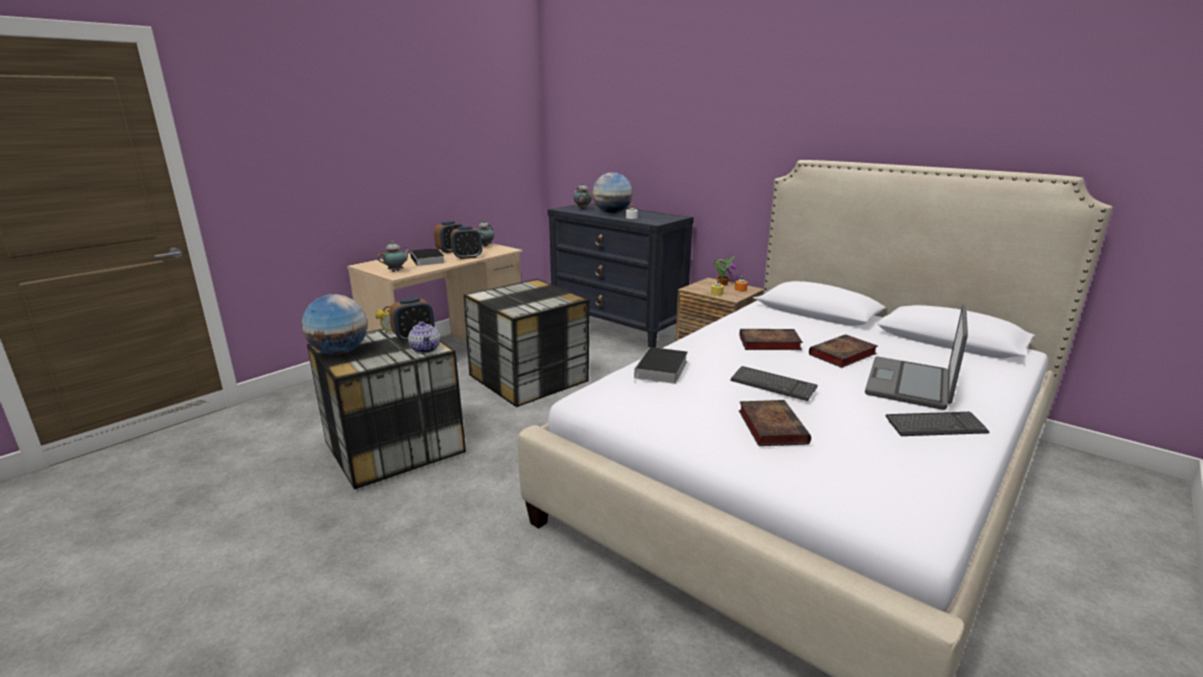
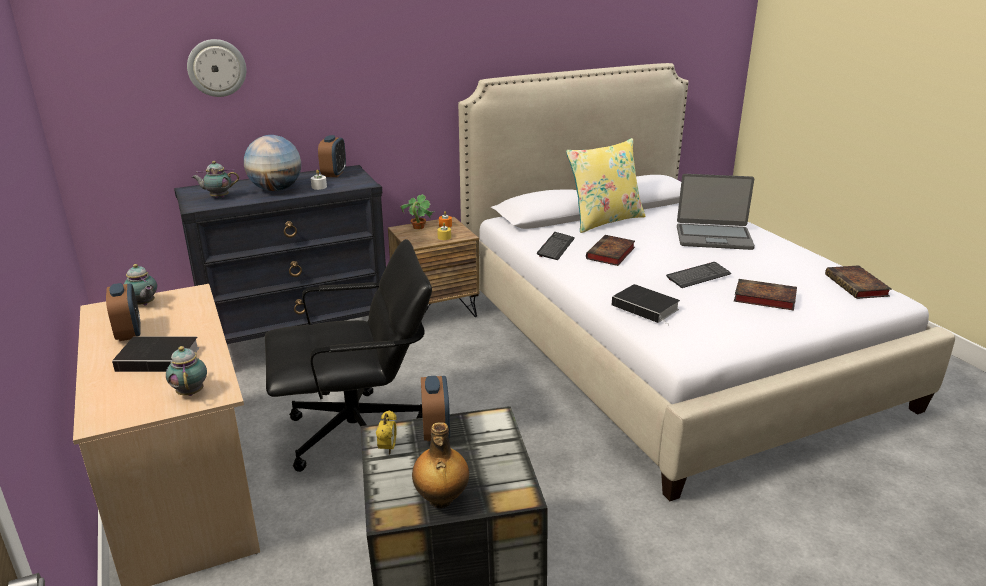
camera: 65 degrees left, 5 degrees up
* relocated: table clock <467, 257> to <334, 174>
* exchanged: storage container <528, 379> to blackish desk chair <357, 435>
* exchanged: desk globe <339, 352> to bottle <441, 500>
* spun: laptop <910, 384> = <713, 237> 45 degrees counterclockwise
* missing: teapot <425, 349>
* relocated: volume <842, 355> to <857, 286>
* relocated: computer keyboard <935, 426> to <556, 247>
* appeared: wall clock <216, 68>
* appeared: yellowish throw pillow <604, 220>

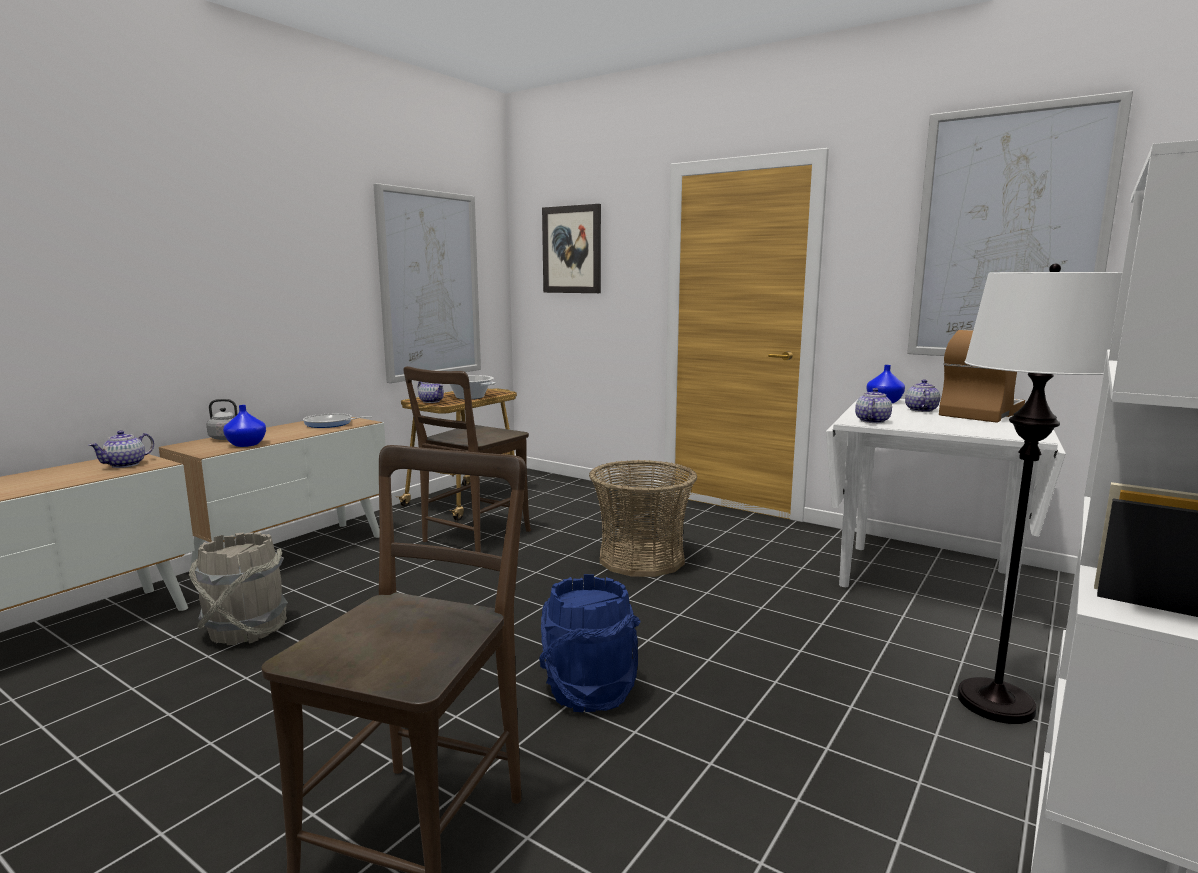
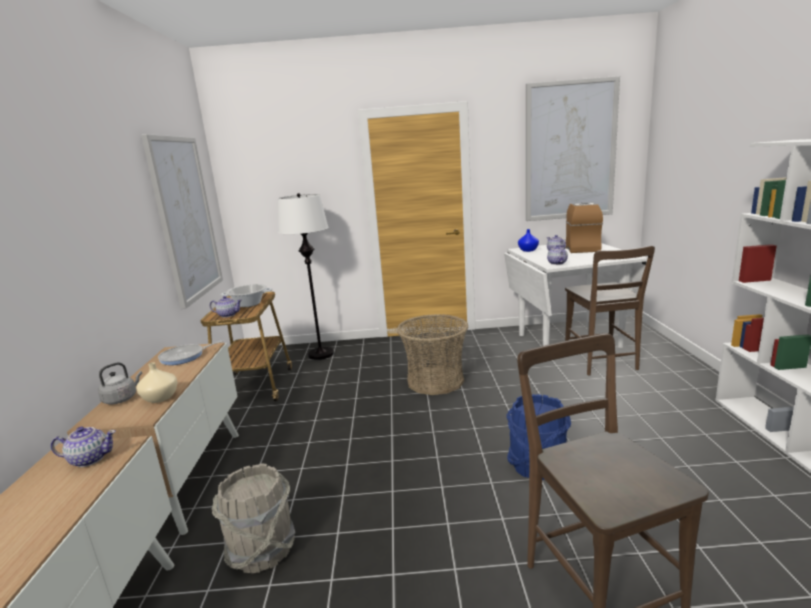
camera: 35 degrees left, 5 degrees up
* missing: wall picture <572, 250>
* relocated: whitish standing lamp <995, 703> to <321, 354>
* relocated: brown upright chair <472, 538> to <601, 362>
* colour: blue-coloured vase <247, 444> to beige-coloured vase <161, 398>
* spun: teapot <126, 464> = <89, 459> 90 degrees counterclockwise

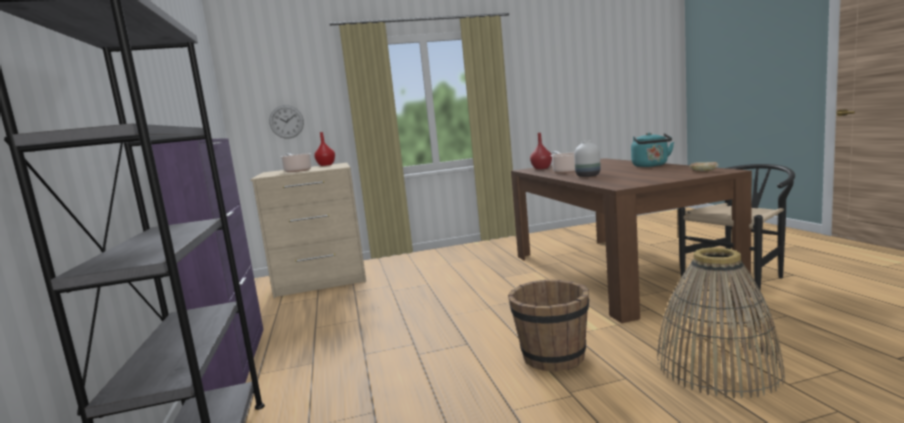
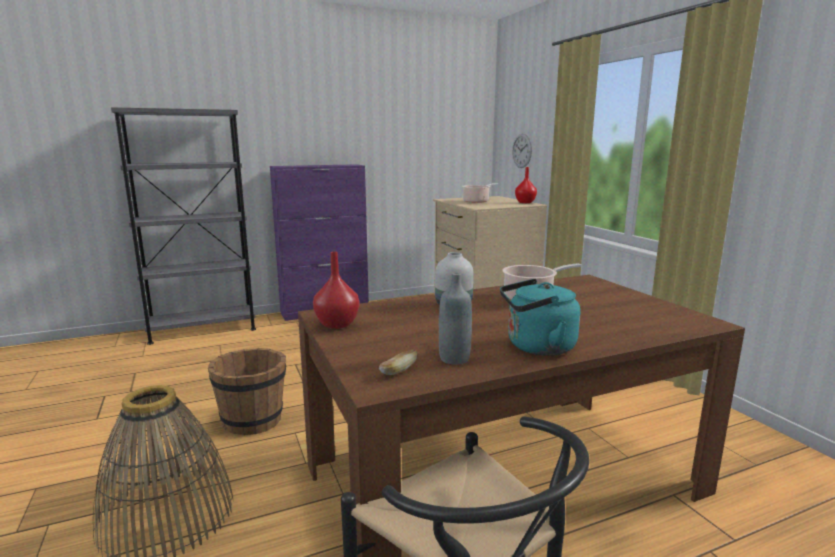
camera: 80 degrees right, 5 degrees up
* relocated: red vase <541, 168> to <338, 324>
* appeared: gray bottle <454, 358>

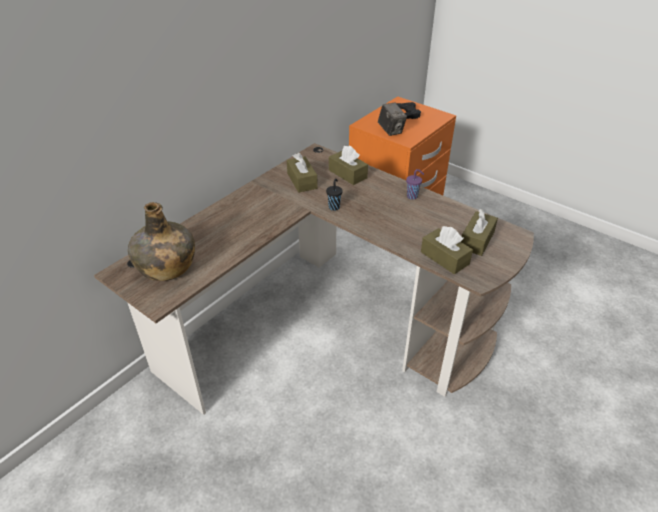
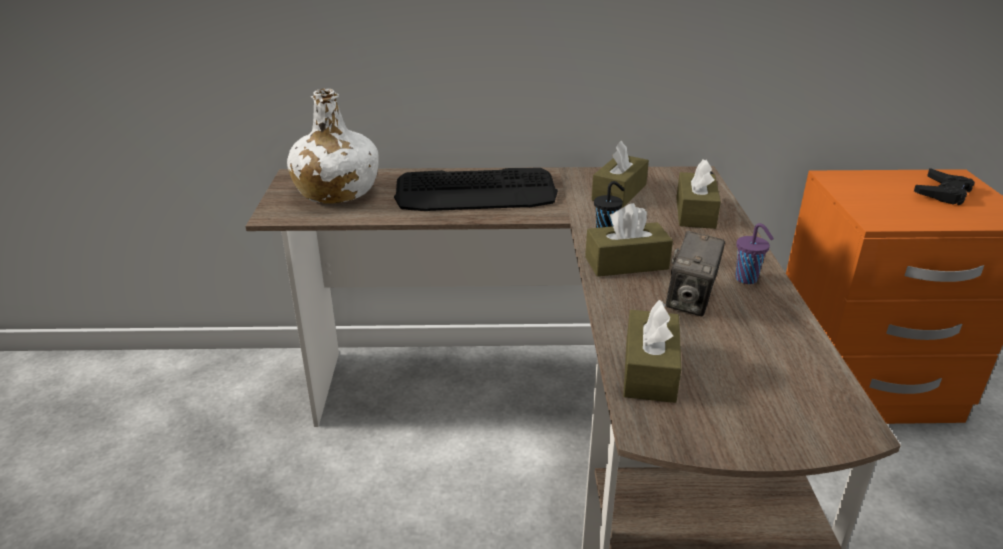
camera: 50 degrees right, 10 degrees down
* relocated: still camera <391, 131> to <690, 301>
* colour: green bottle <166, 266> to whitish bottle <336, 192>
* relocated: brown tissue holder <477, 240> to <626, 263>
* appeared: computer keyboard <476, 192>

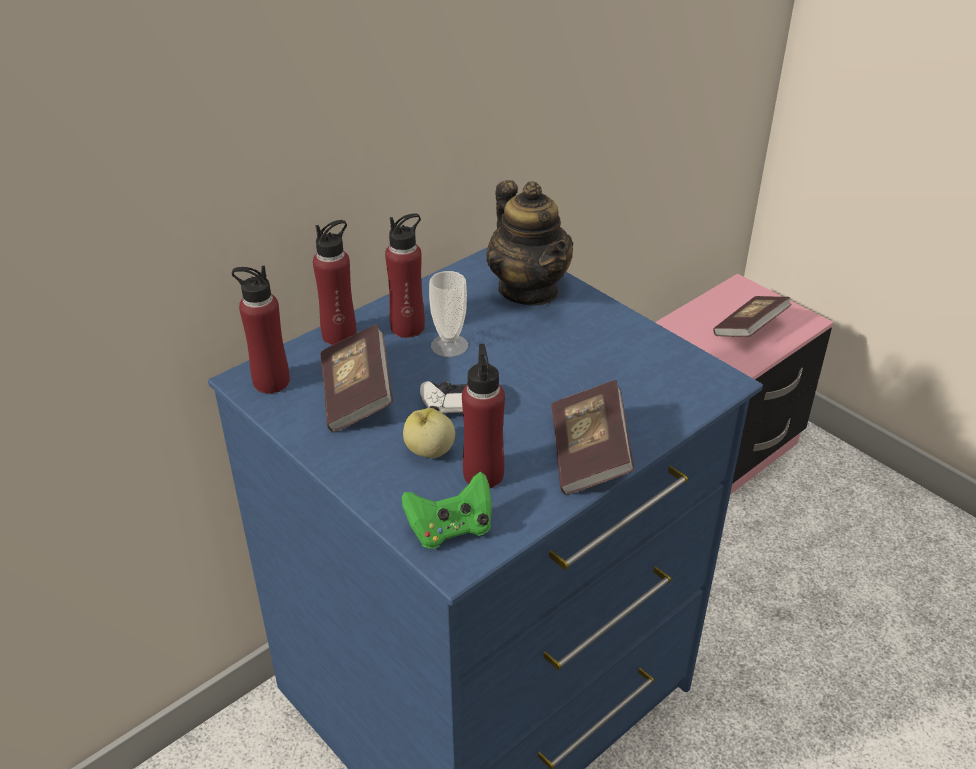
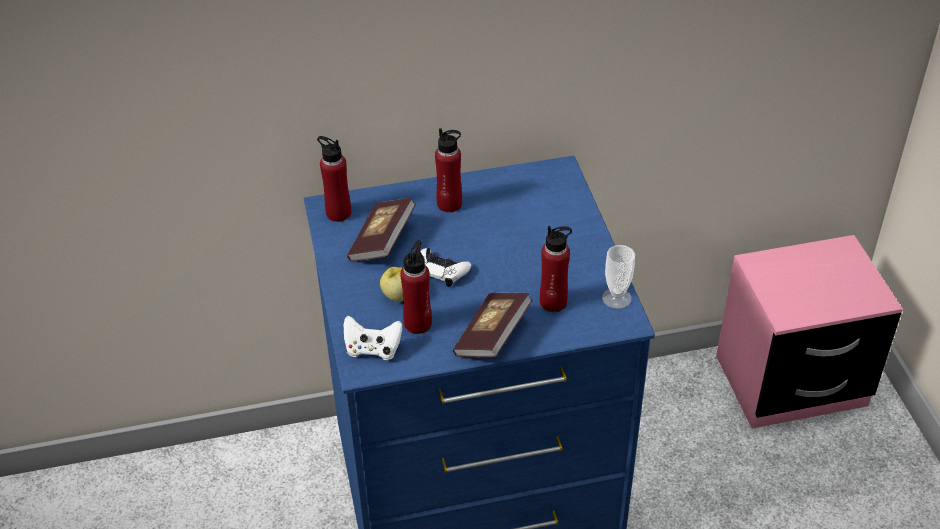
camera: 30 degrees right, 5 degrees up
* missing: teapot <529, 290>
* relocated: red bottle <339, 335> to <553, 302>
* relocated: cup <449, 345> to <616, 298>
* missing: volume <749, 329>
* colour: green game controller <450, 529> to whitish game controller <373, 349>

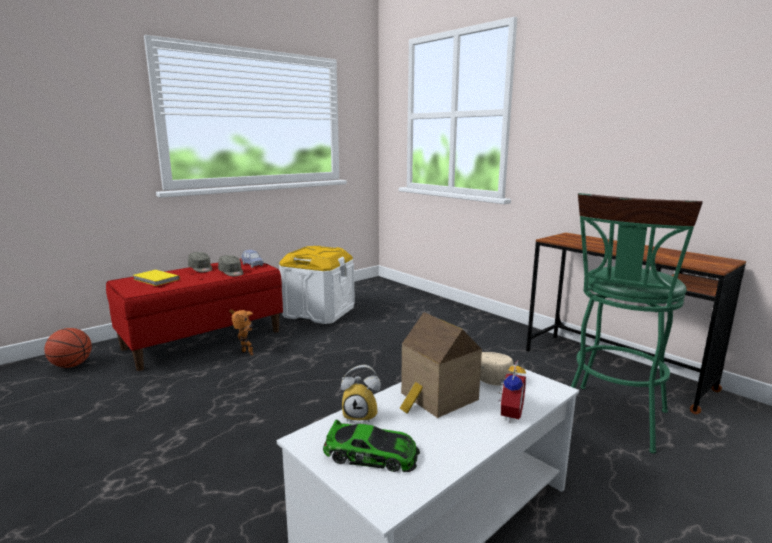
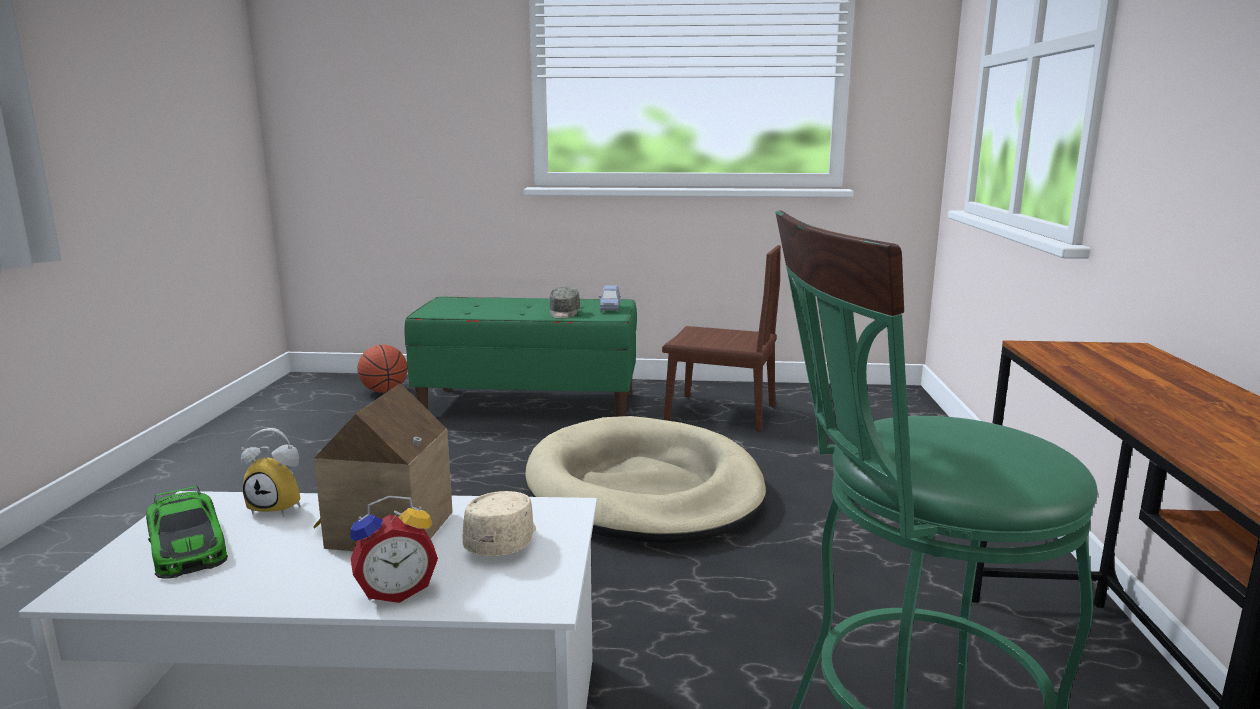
camera: 45 degrees right, 0 degrees up
* exchanged: whitish storage container <319, 312> to brown upright chair <720, 412>
* missing: gray peaked cap <201, 268>
* colour: red bench <203, 339> to green bench <529, 403>
* missing: yellowish volume <155, 279>
* missing: toy robot <246, 354>
* spun: table clock <362, 415> = <281, 506> 45 degrees counterclockwise
* appeared: beige-coloured pet bed <644, 489>

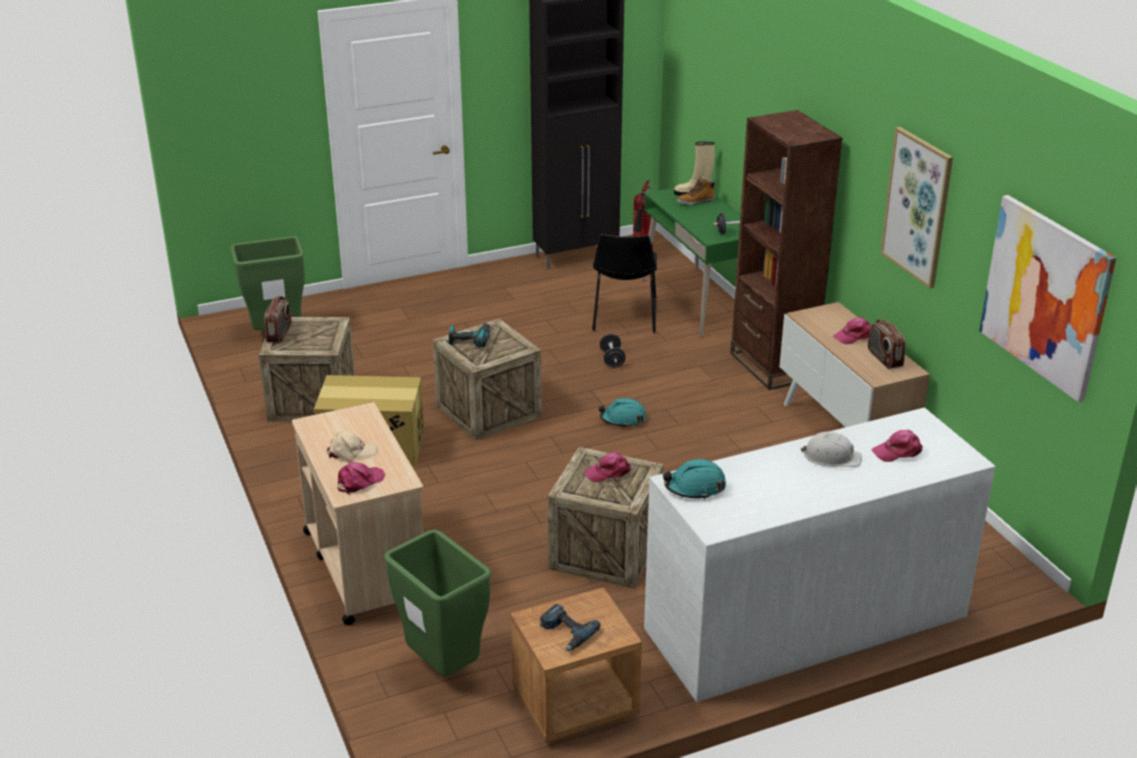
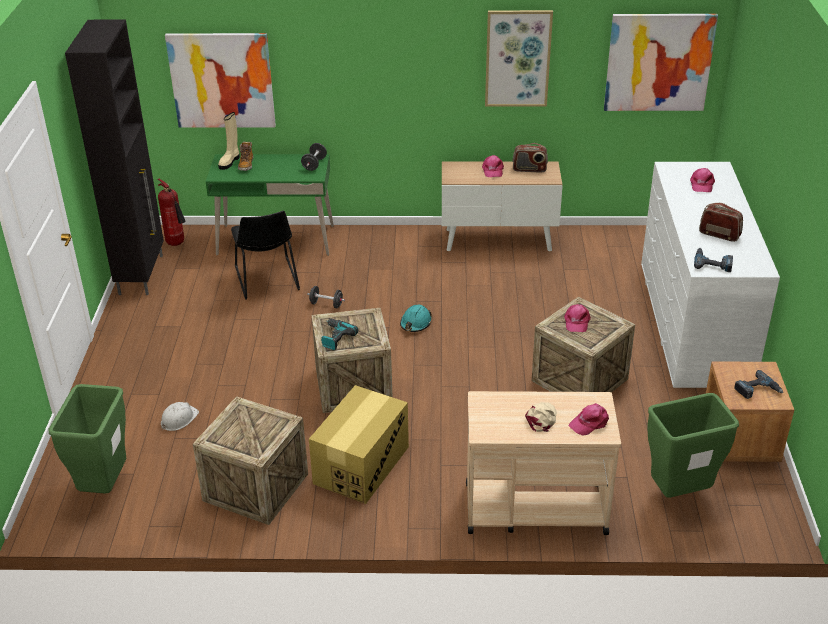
camera: 65 degrees left, 5 degrees up
* missing: brown bookcase <772, 366>
* spun: blackish upright chair <624, 317> = <267, 280> 45 degrees clockwise
* relocated: radio receiver <279, 333> to <719, 234>
* relocated: whitish work helmet <831, 457> to <178, 419>
* exchanged: blue-green work helmet <695, 487> to electric drill <712, 263>
* spun: pink-coloured peaked cap <359, 482> = <589, 423> 105 degrees counterclockwise
* appeared: wall picture <222, 80>

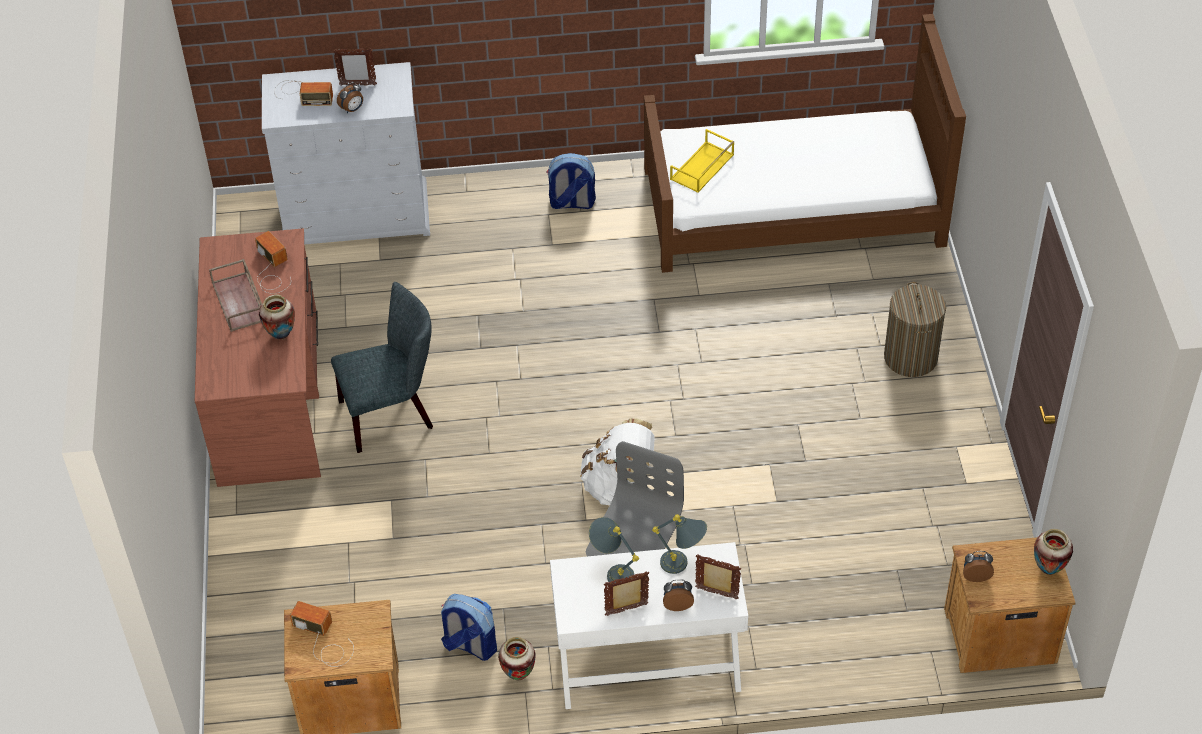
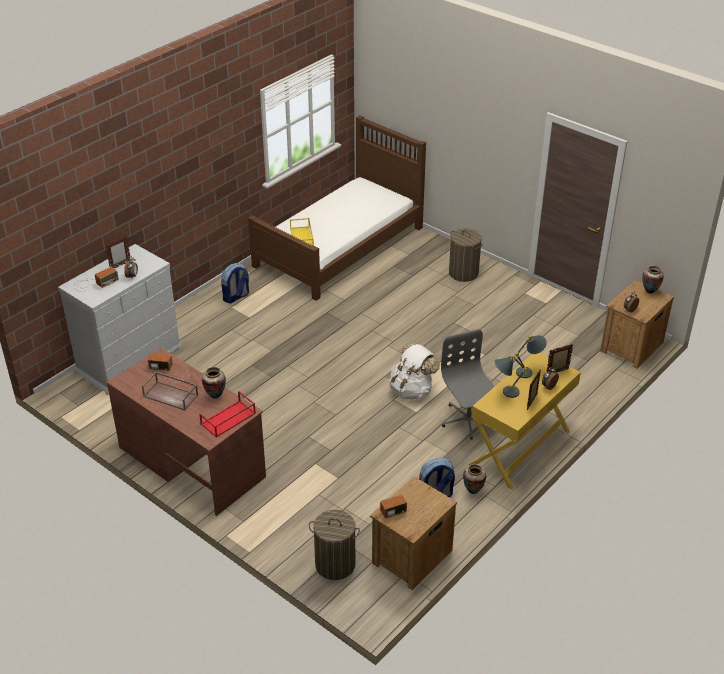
camera: 45 degrees left, 10 degrees down
* missing: gray upright chair <392, 413>
* colour: whitish desk table <648, 665> to yellowish desk table <520, 448>
* appeared: red serving tray <228, 419>
* appeared: laundry basket <335, 564>

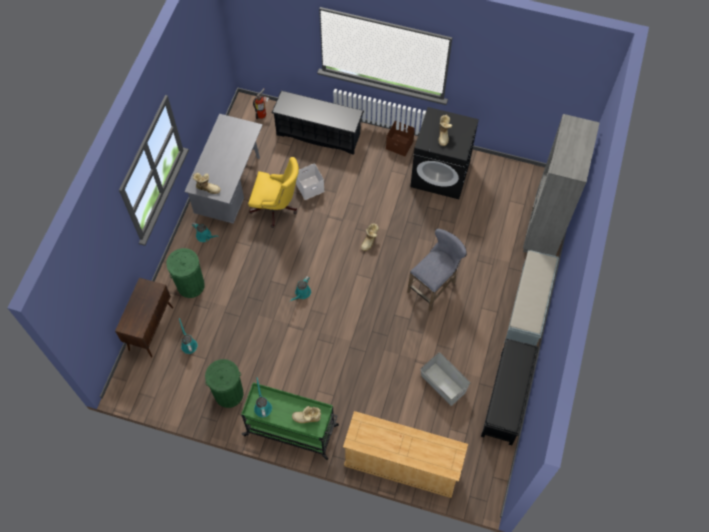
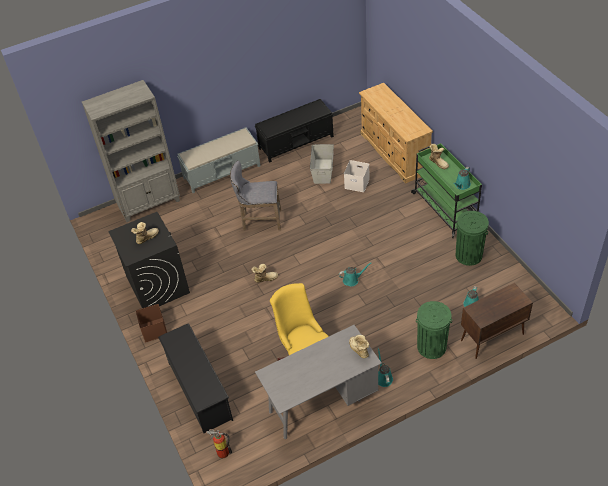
camera: 130 degrees left, 15 degrees down
* relocated: whitish storage container <309, 188> to <357, 183>

